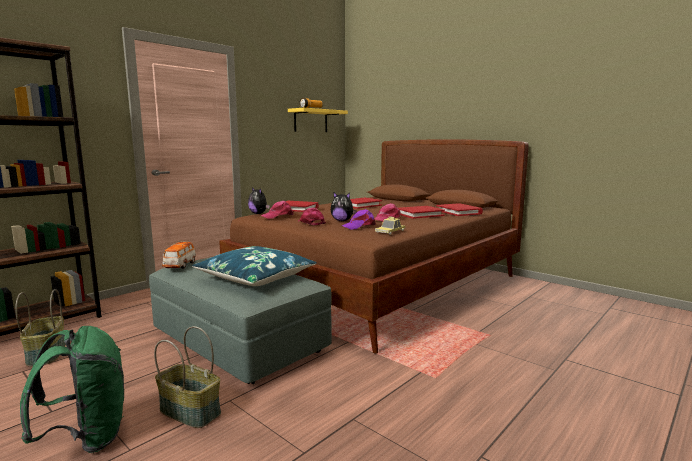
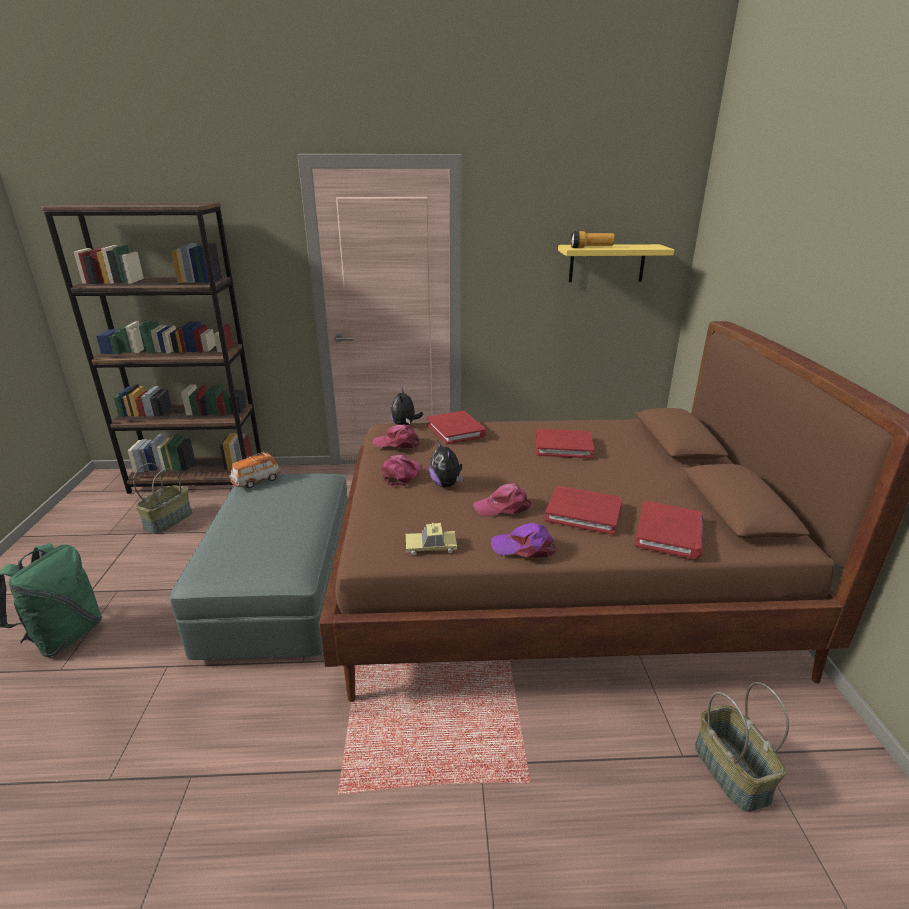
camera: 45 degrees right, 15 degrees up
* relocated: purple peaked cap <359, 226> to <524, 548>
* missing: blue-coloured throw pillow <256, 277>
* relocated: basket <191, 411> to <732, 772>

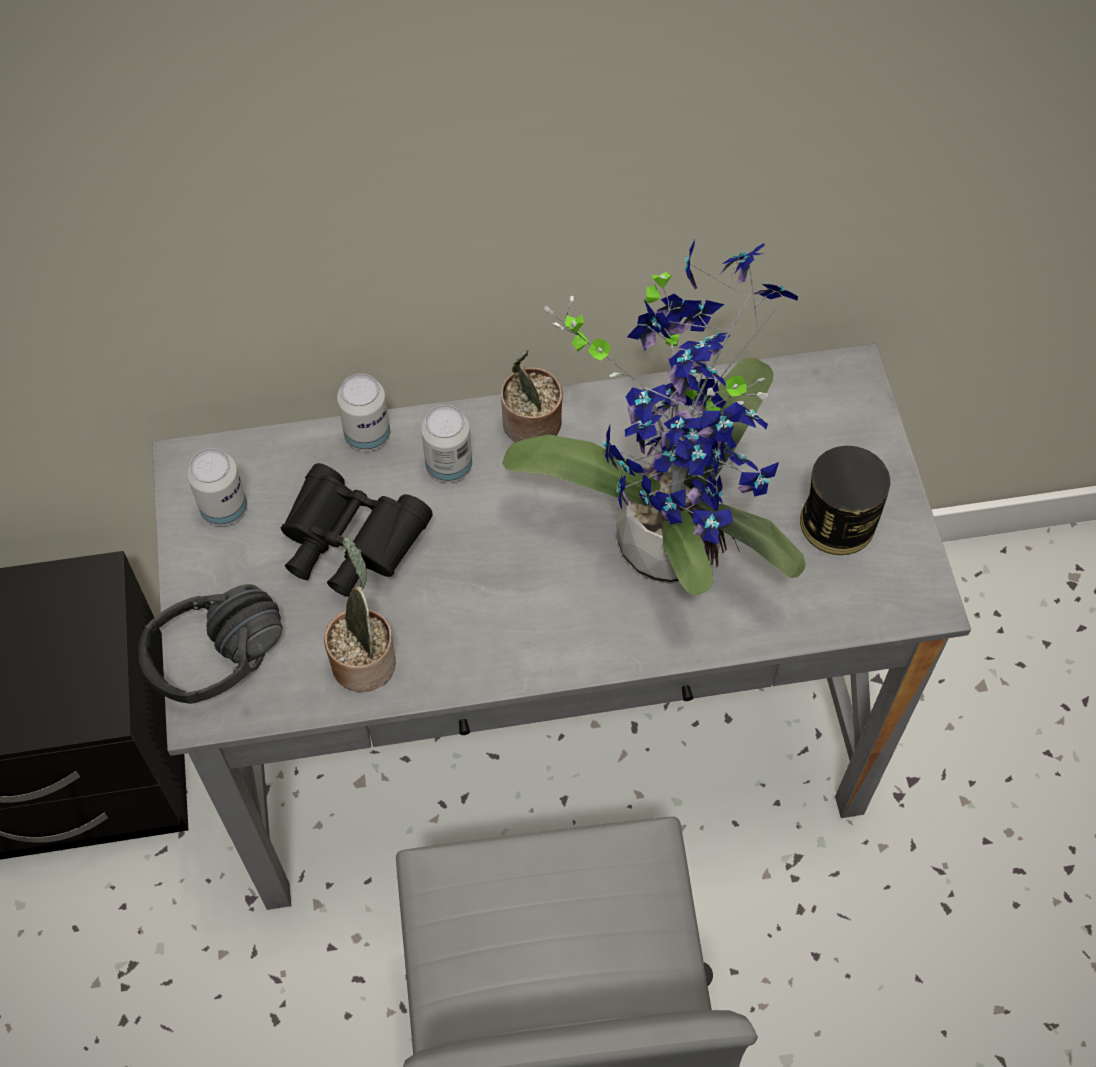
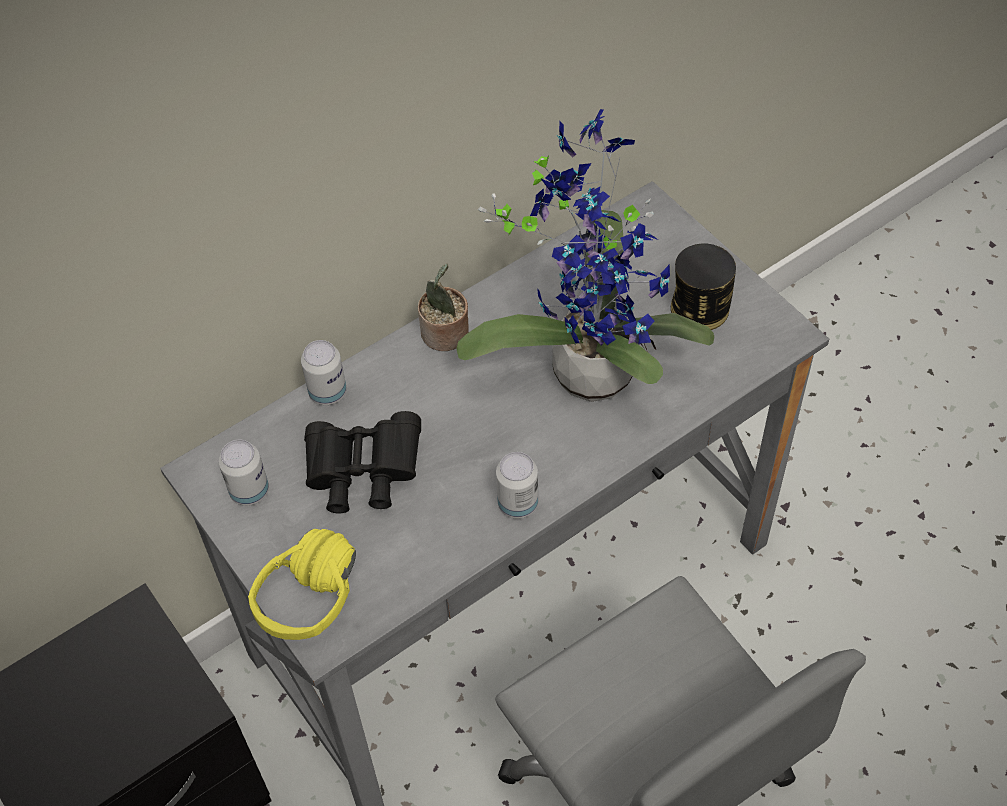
camera: 25 degrees left, 5 degrees down
* relocated: can <449, 466> to <518, 504>
* missing: plant in a pot <364, 658>
* colour: blackish pair of headphones <227, 671> to yellowish pair of headphones <325, 604>

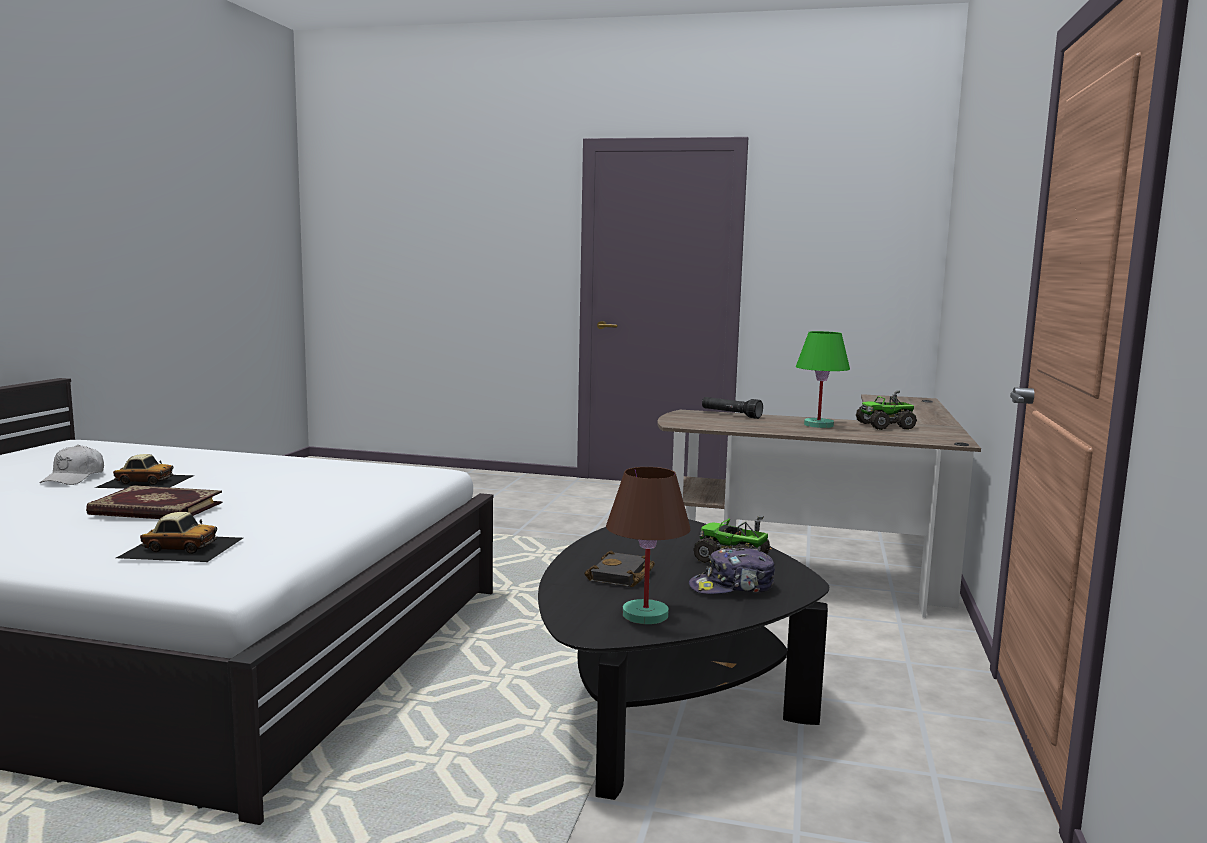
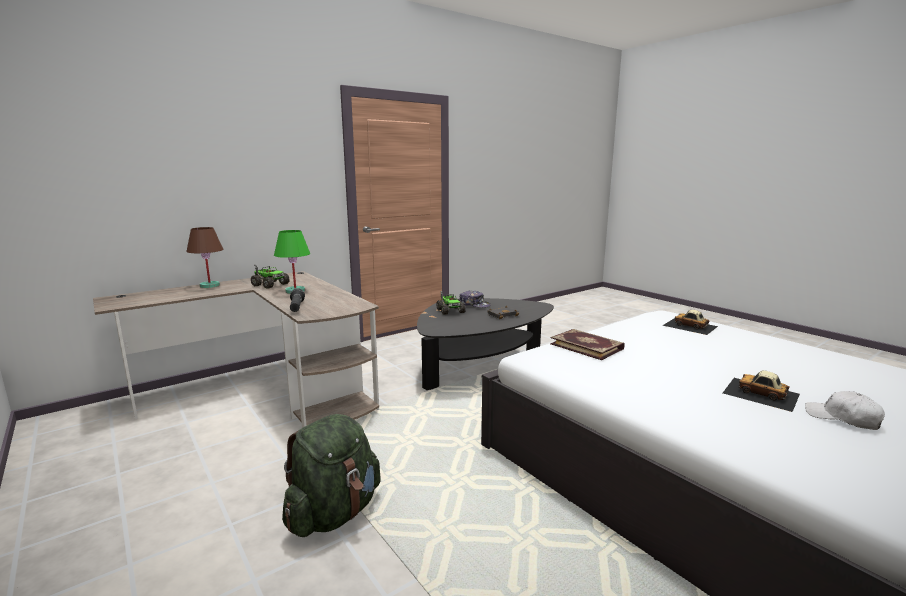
camera: 140 degrees left, 5 degrees up
* spun: whitish peaked cap <74, 478> = <842, 418> 90 degrees counterclockwise
* relocated: brown tabletop lamp <644, 615> to <210, 286>
* relocated: volume <155, 509> to <587, 346>
* appeared: green backpack <334, 513>

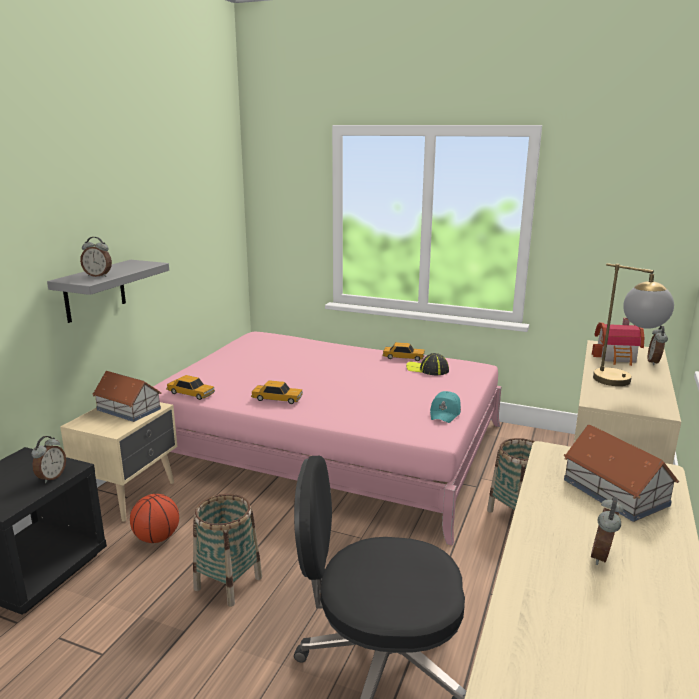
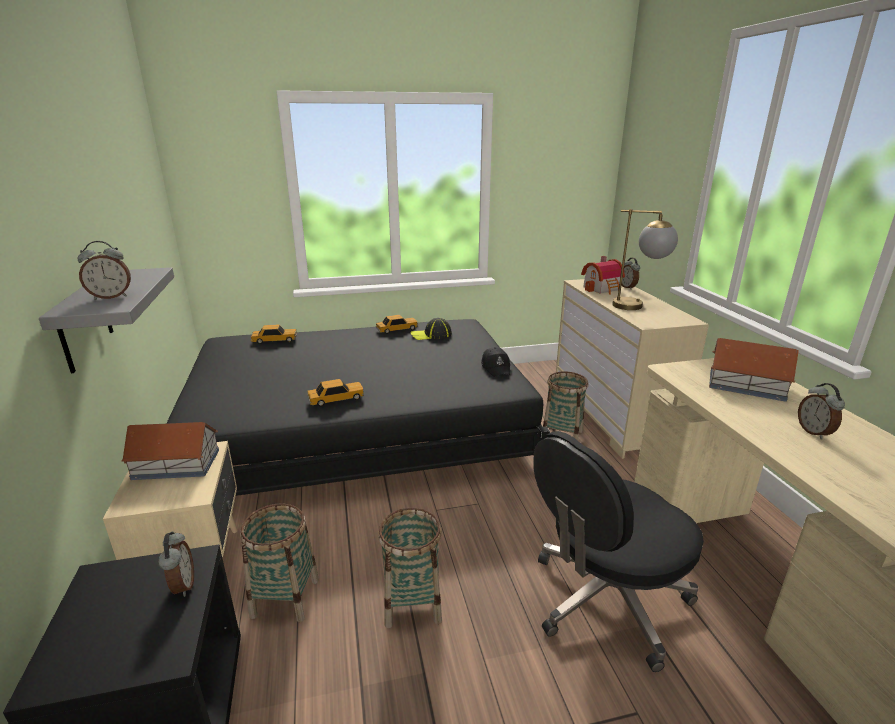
camera: 35 degrees left, 5 degrees up
* colour: pink-coloured bedroom bed <330, 445> to blackish bedroom bed <360, 432>
* relocated: miniature car <191, 393> to <275, 340>
* colour: blue-green peaked cap <445, 413> to blackish peaked cap <496, 367>
* exchanged: basketball <157, 538> to basket <285, 597>

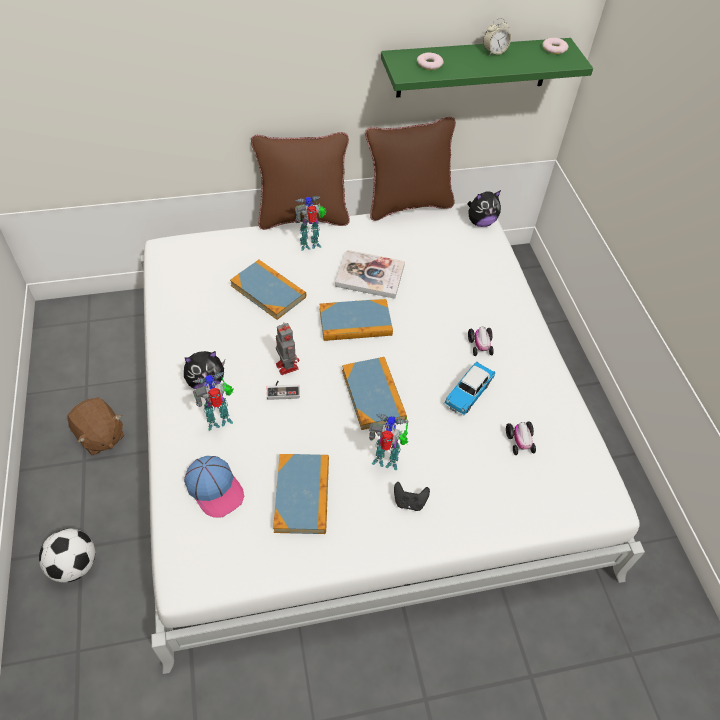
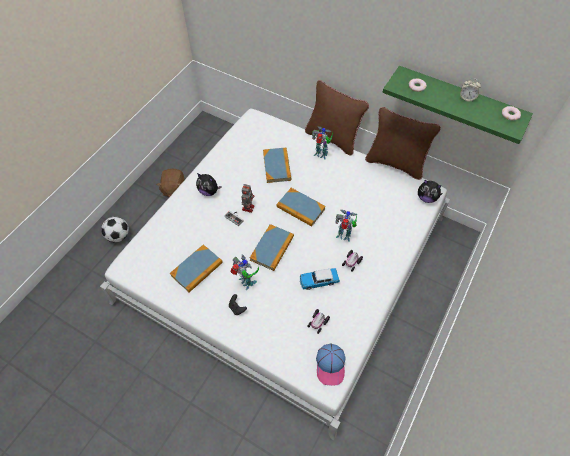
camera: 45 degrees right, 5 degrees up
* missing: volume <370, 276>
* relocated: toy robot <220, 421> to <344, 236>
* relocated: peaked cap <215, 488> to <330, 365>

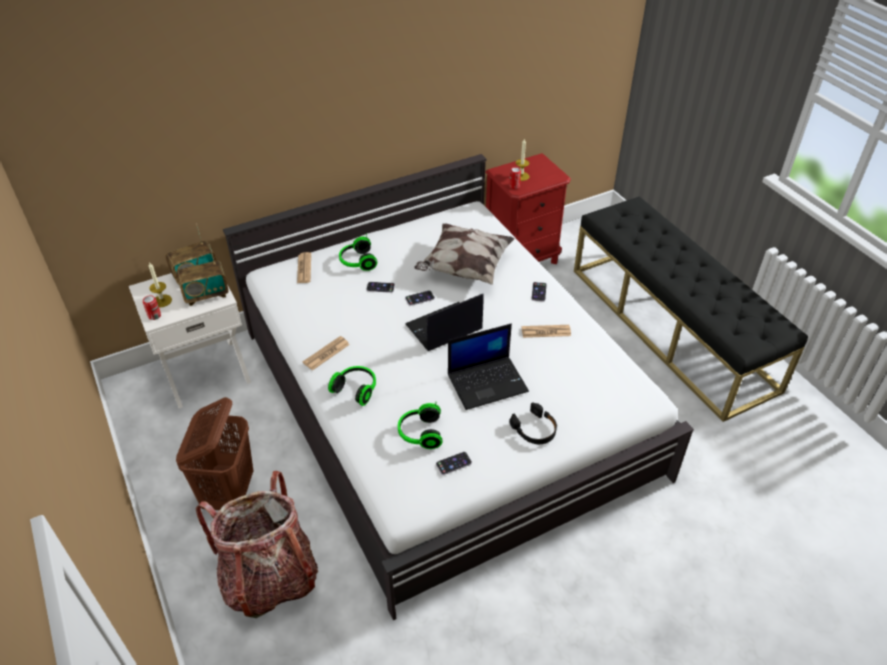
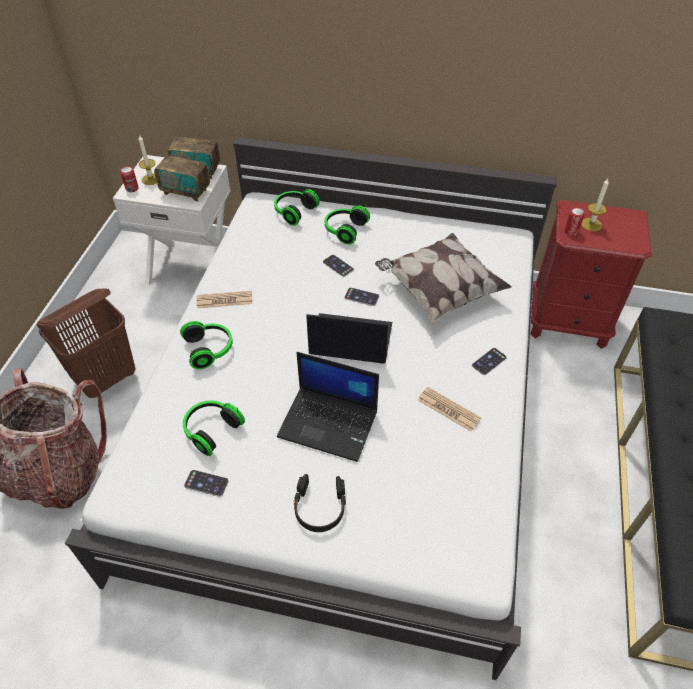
camera: 40 degrees right, 5 degrees up
* exchanged: daily paper <304, 268> to pair of headphones <294, 212>

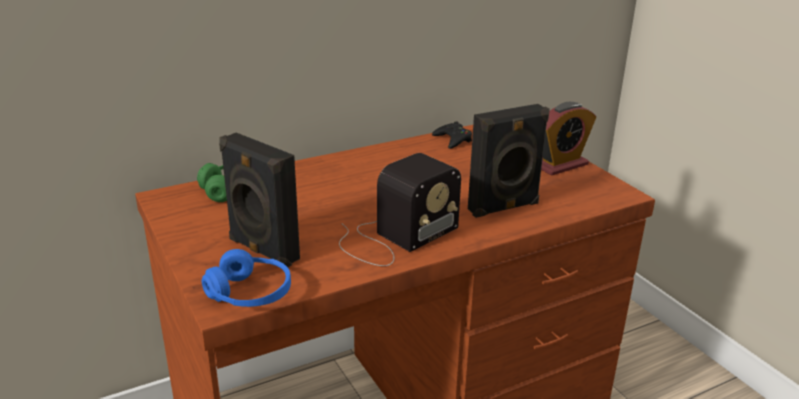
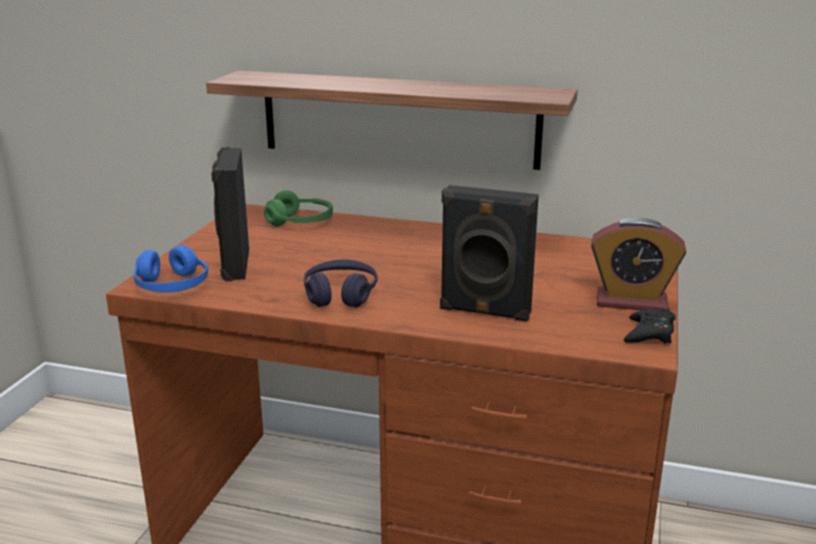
camera: 45 degrees right, 5 degrees down
* relocated: blackish game controller <453, 140> to <649, 333>
* exchanged: radio receiver <395, 237> to purple pair of headphones <340, 294>
* appeared: bracket shelf <398, 119>

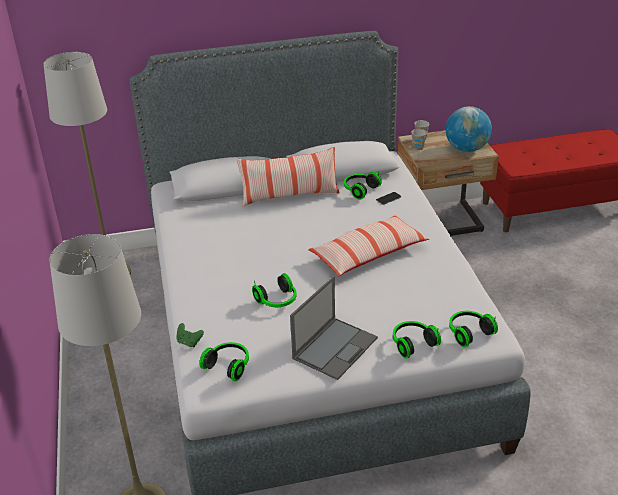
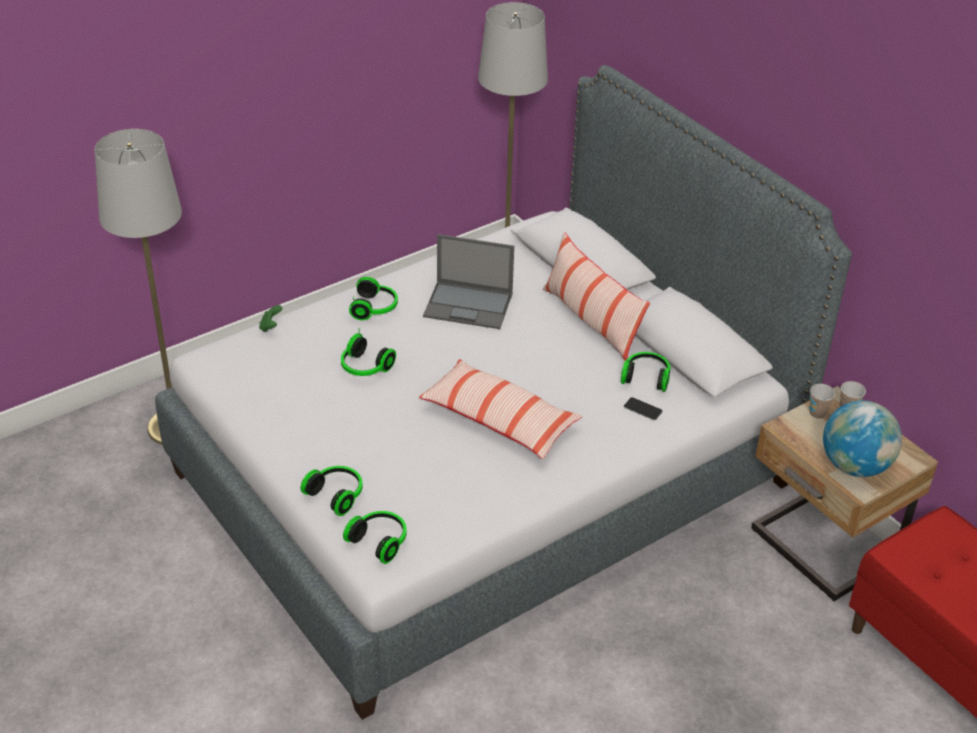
camera: 65 degrees right, 5 degrees up
* relocated: laptop <335, 347> to <469, 305>
* relocated: pair of headphones <228, 366> to <375, 308>

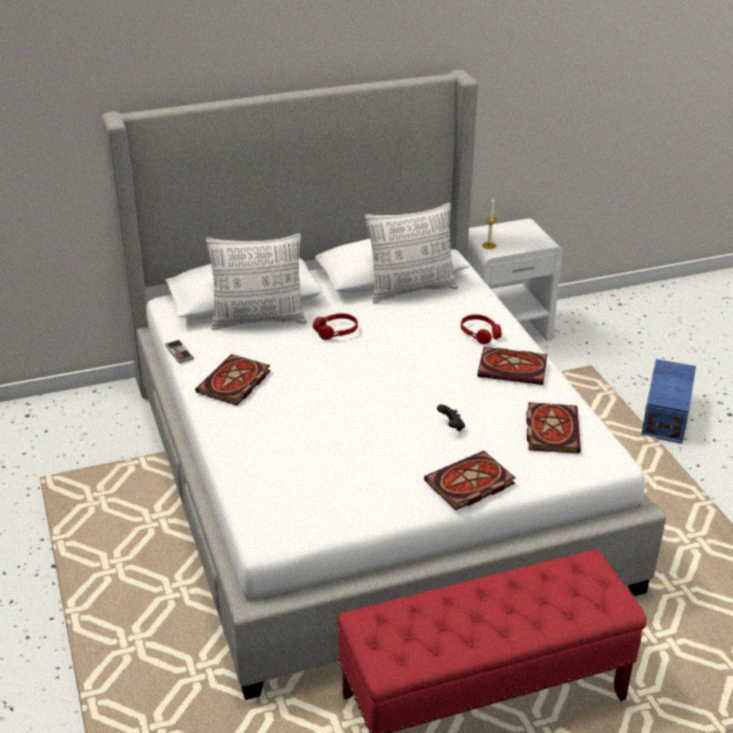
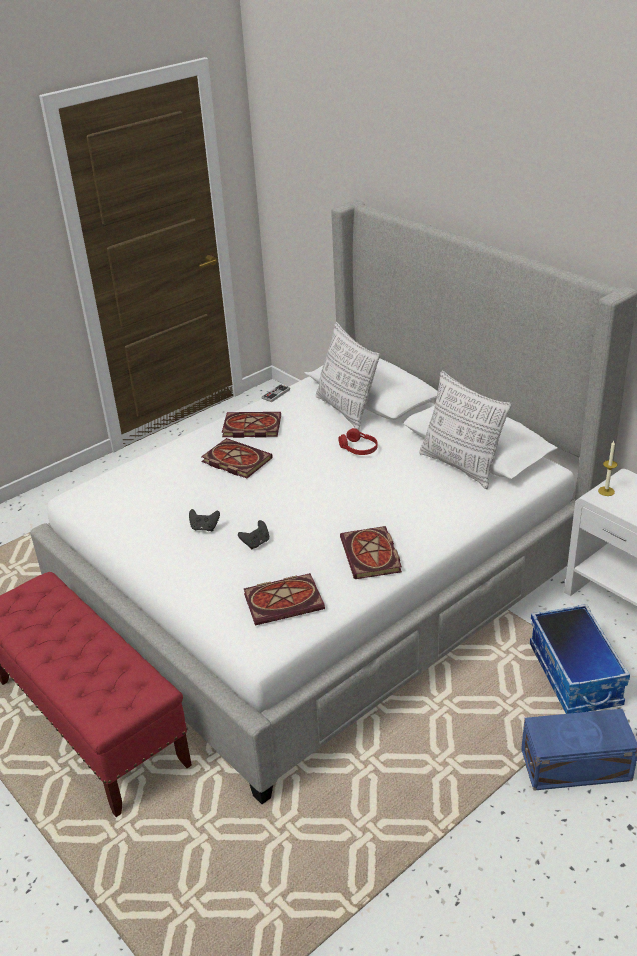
camera: 70 degrees right, 0 degrees up
* missing: red pair of headphones <480, 334>
* relocated: volume <469, 484> to <234, 460>
* appeared: blackish game controller <204, 528>
* appeared: storage container <576, 675>

